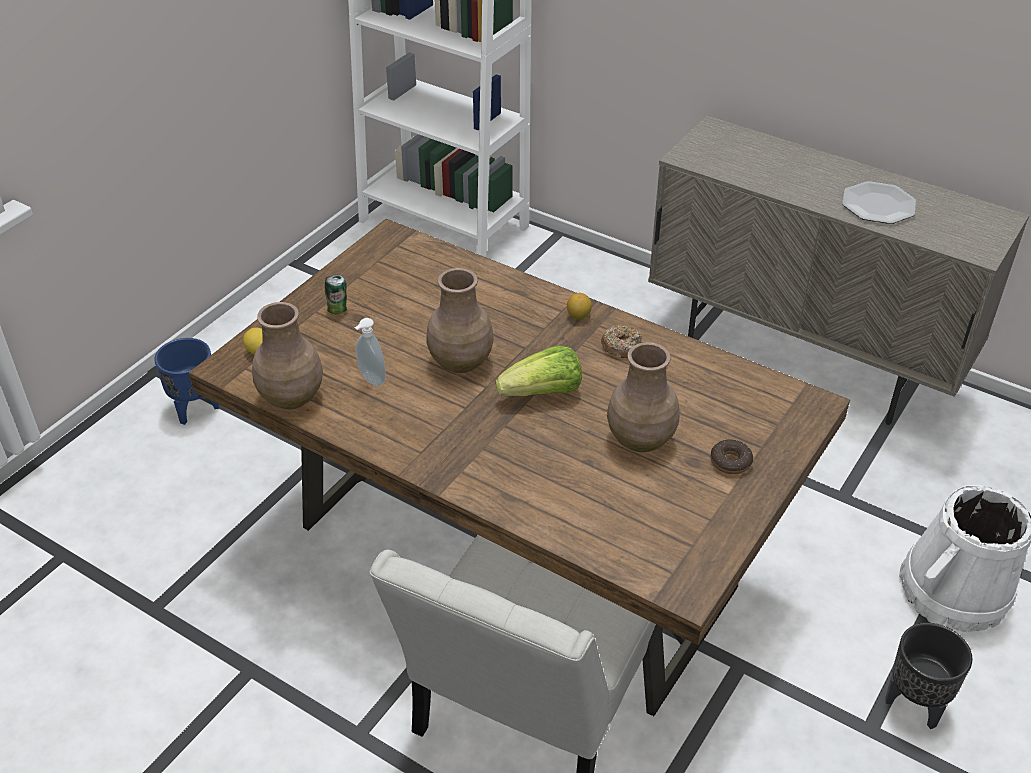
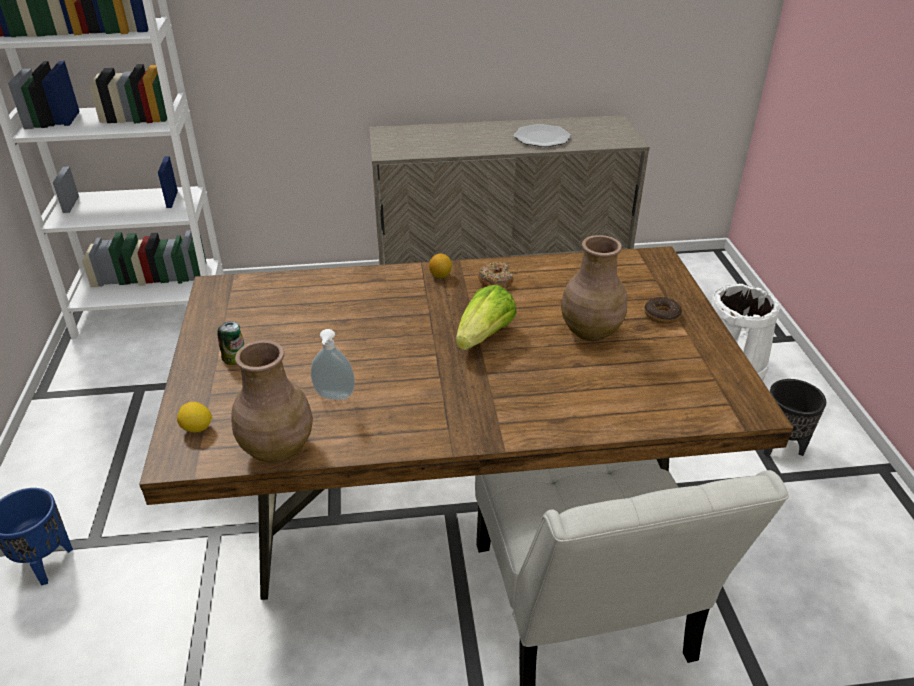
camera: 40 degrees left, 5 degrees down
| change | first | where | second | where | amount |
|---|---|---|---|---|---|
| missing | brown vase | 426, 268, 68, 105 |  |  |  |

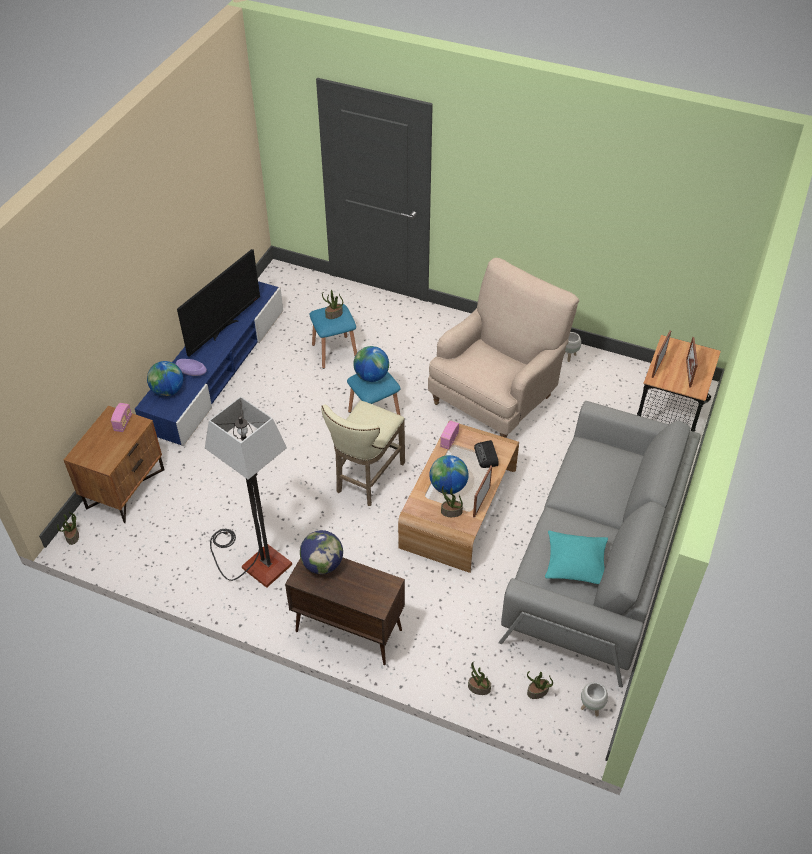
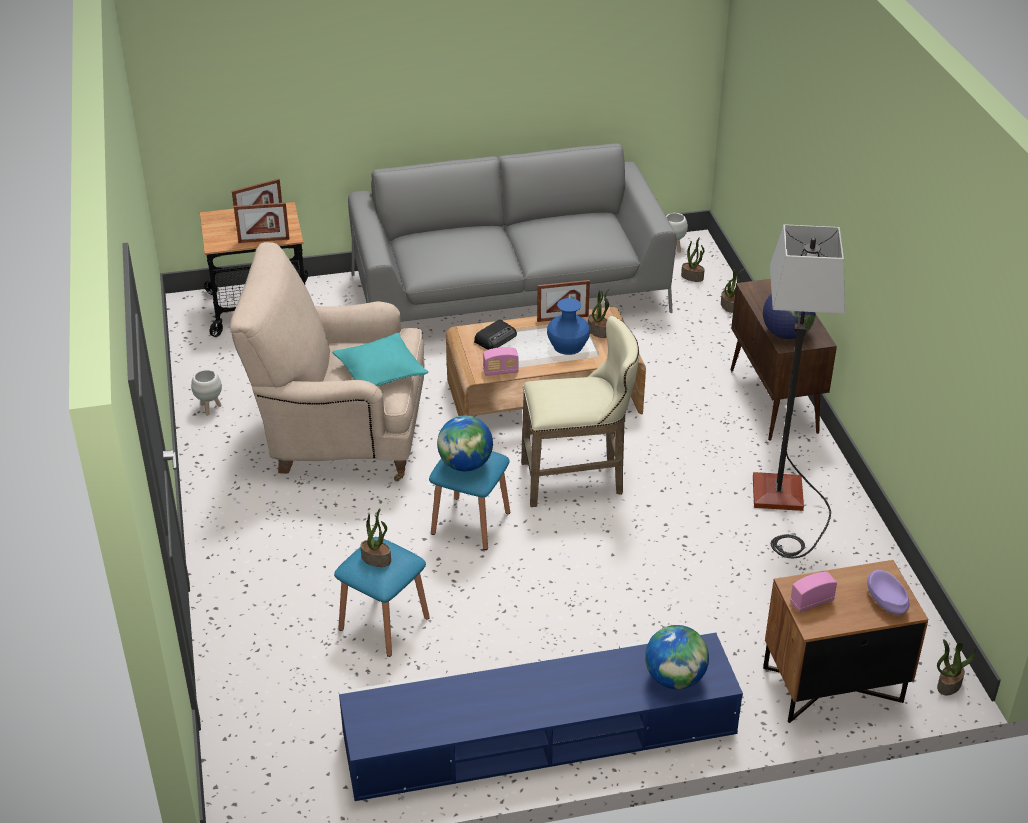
camera: 125 degrees left, 10 degrees down
| change | first | where | second | where | amount |
|---|---|---|---|---|---|
| missing | television | 177, 249, 83, 108 |  |  |  |
| relocated | purple bowl | 176, 359, 31, 17 |  | 867, 570, 42, 45 |  |
| exchanged | globe | 429, 455, 40, 39 | blue vase | 547, 298, 43, 57 |  |
| relocated | turquoise pillow | 545, 531, 63, 53 |  | 332, 333, 96, 53 |  |

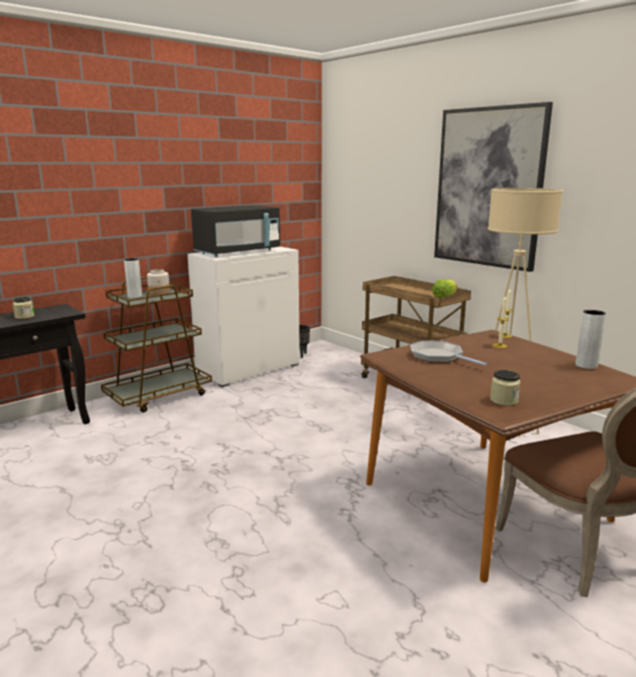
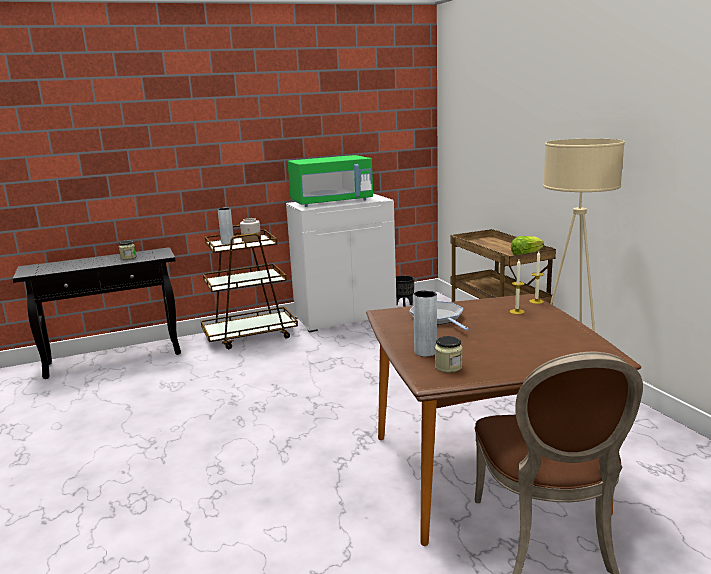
camera: 20 degrees right, 0 degrees up
| change | first | where | second | where | amount |
|---|---|---|---|---|---|
| missing | picture | 434, 102, 119, 170 |  |  |  |
| colour | black microwave | 191, 205, 89, 52 | green microwave | 288, 155, 85, 52 |  |
| relocated | grey vase | 576, 310, 30, 59 |  | 413, 290, 24, 67 |  |

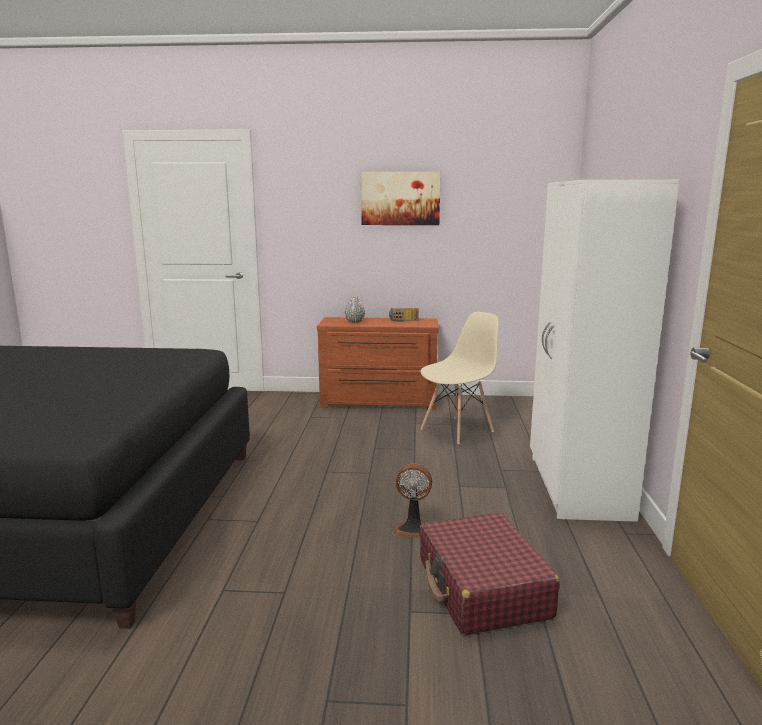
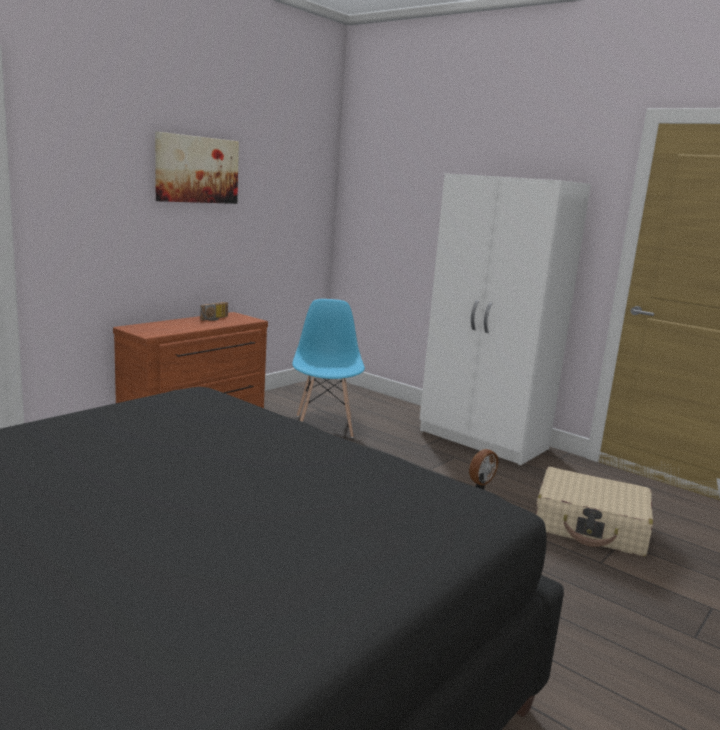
camera: 55 degrees left, 0 degrees up
| change | first | where | second | where | amount |
|---|---|---|---|---|---|
| missing | grey vase | 345, 296, 20, 27 |  |  |  |
| colour | beige chair | 421, 312, 78, 132 | blue chair | 292, 299, 73, 139 |  |
| colour | red suitcase | 419, 513, 141, 122 | beige suitcase | 536, 467, 117, 90 |  |

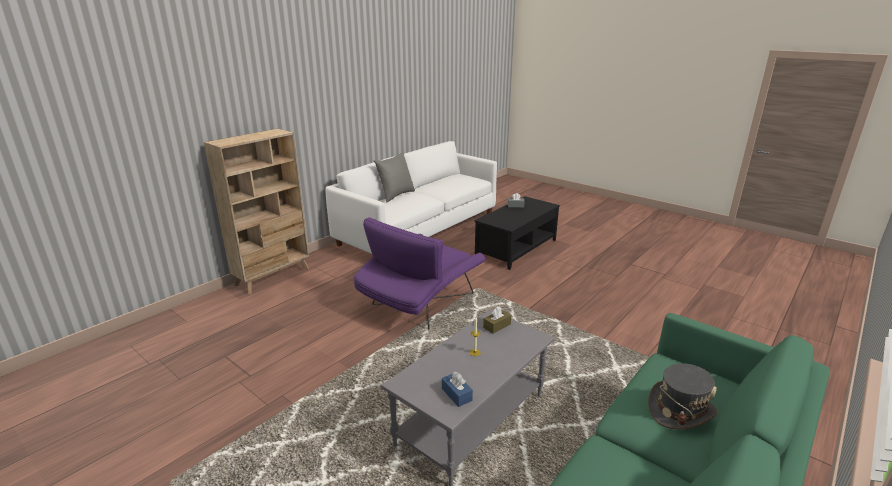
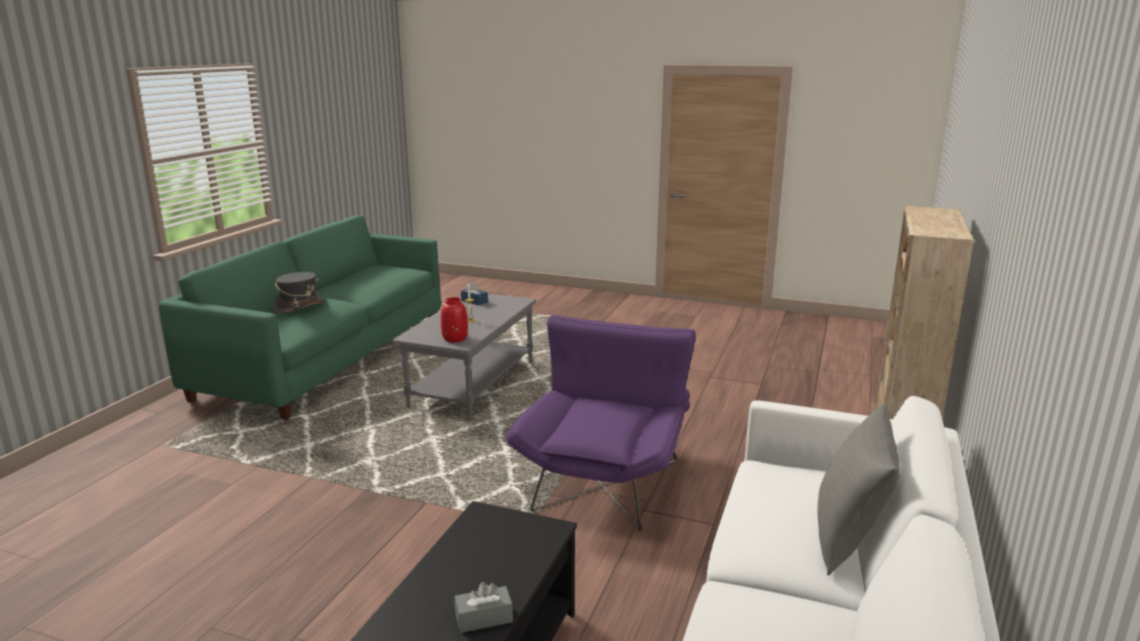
camera: 160 degrees right, 5 degrees down
| change | first | where | second | where | amount |
|---|---|---|---|---|---|
| exchanged | brown tissue box | 483, 307, 28, 27 | red vase | 441, 297, 27, 45 |  |

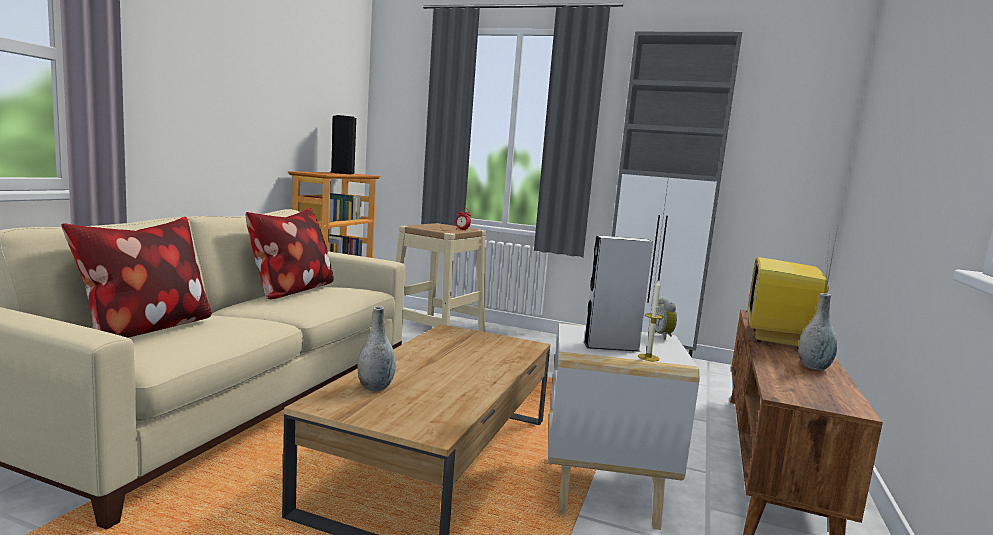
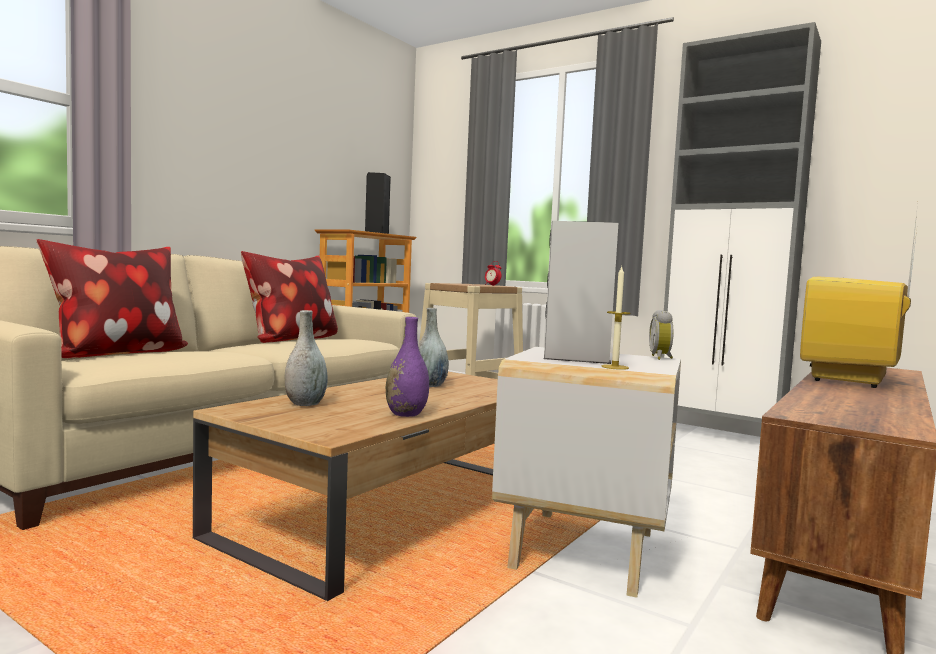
camera: 15 degrees right, 5 degrees down
| change | first | where | second | where | amount |
|---|---|---|---|---|---|
| relocated | grey vase | 798, 293, 39, 77 |  | 418, 308, 31, 79 |  |
| appeared |  |  | purple vase | 386, 317, 43, 100 |  |

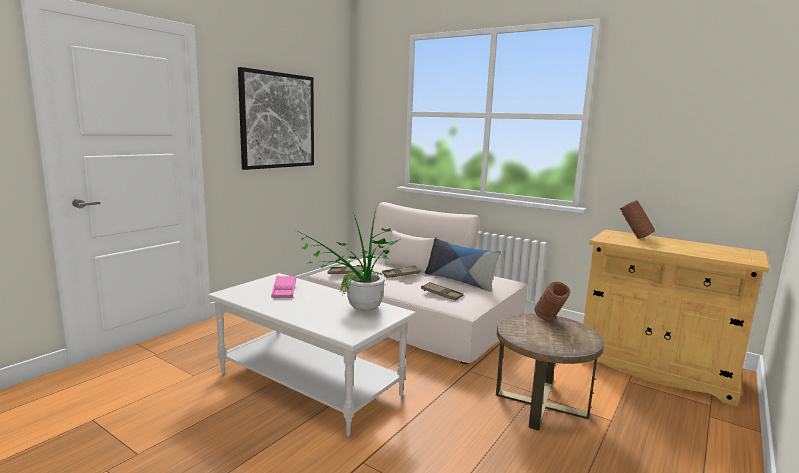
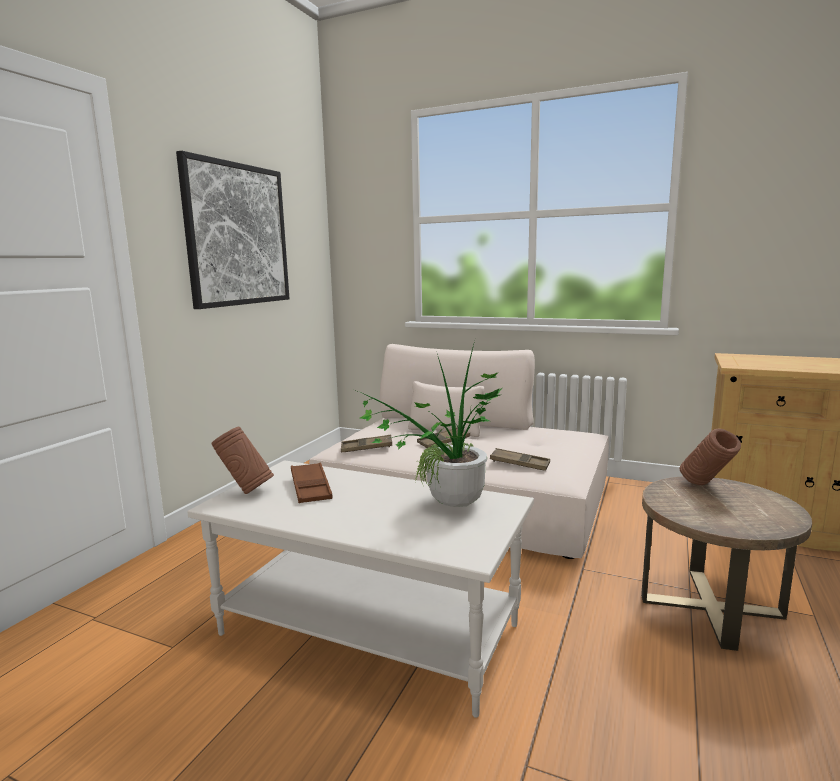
camera: 10 degrees left, 0 degrees up
| change | first | where | second | where | amount |
|---|---|---|---|---|---|
| relocated | brown vase | 620, 200, 35, 39 |  | 211, 427, 63, 67 |  |
| missing | pillow | 425, 238, 76, 54 |  |  |  |
| colour | pink tray | 271, 276, 25, 22 | brown tray | 291, 462, 42, 41 |  |

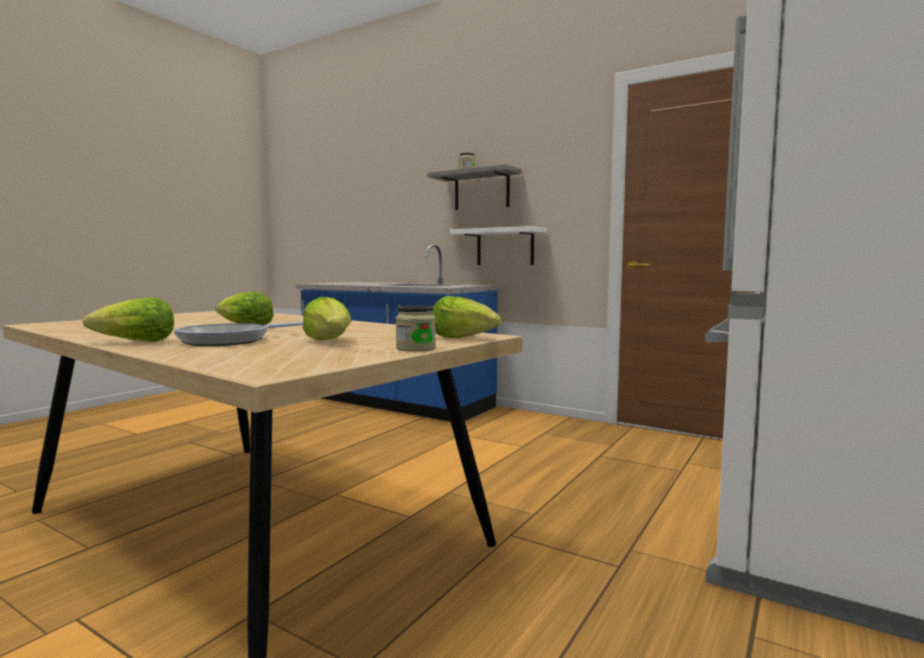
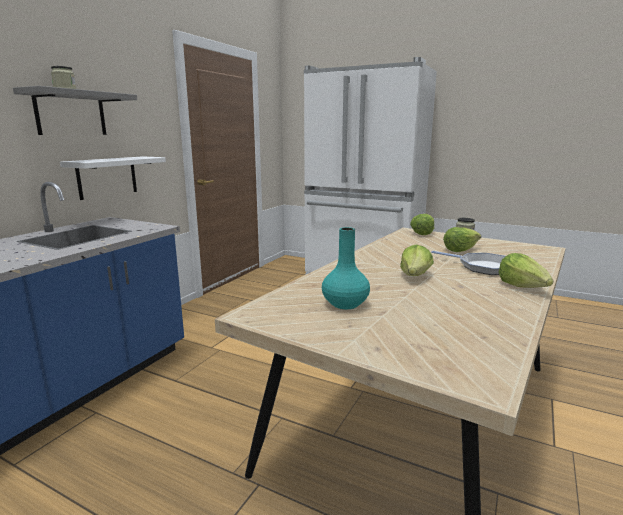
camera: 95 degrees left, 10 degrees up
| change | first | where | second | where | amount |
|---|---|---|---|---|---|
| appeared |  |  | turquoise vase | 322, 227, 48, 82 |  |

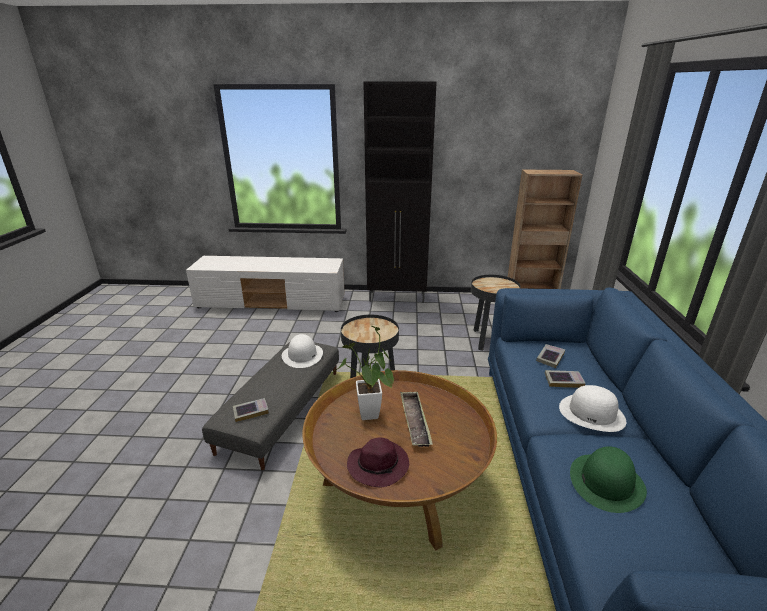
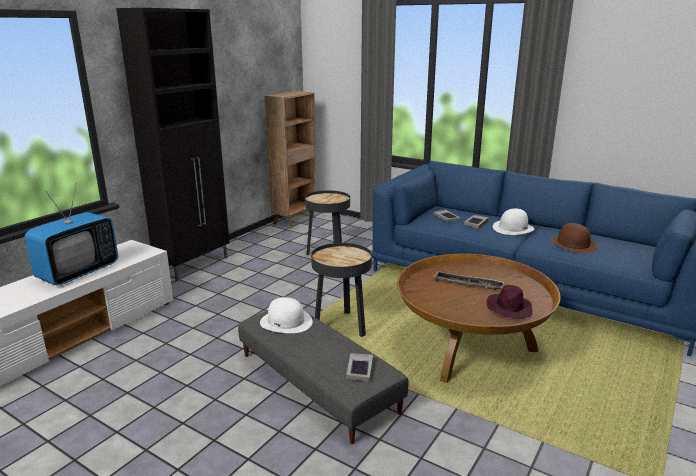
camera: 60 degrees left, 5 degrees down
| change | first | where | second | where | amount |
|---|---|---|---|---|---|
| missing | potted plant | 330, 326, 64, 94 |  |  |  |
| colour | green hat | 570, 446, 77, 67 | brown hat | 550, 223, 47, 30 |  |
| appeared |  |  | television | 25, 183, 93, 103 |  |

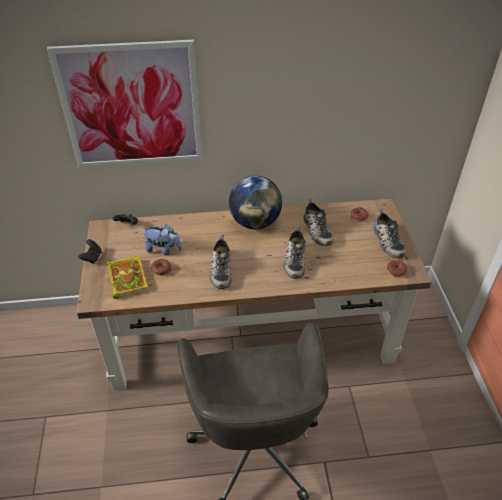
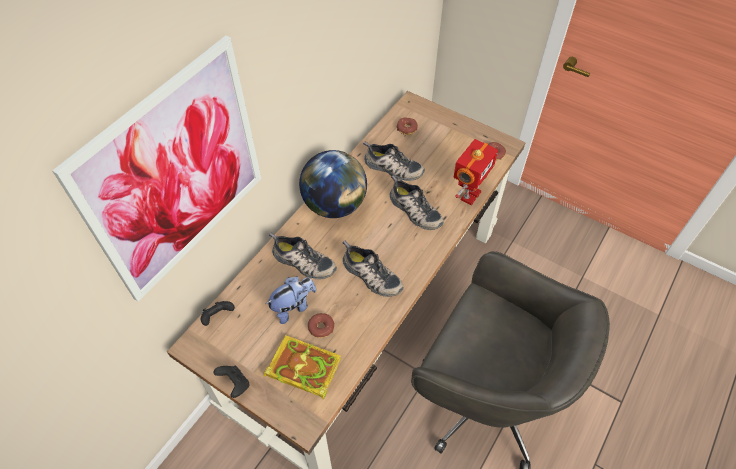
camera: 50 degrees left, 10 degrees up
| change | first | where | second | where | amount |
|---|---|---|---|---|---|
| relocated | shoe | 373, 209, 33, 49 |  | 269, 233, 68, 46 |  |
| appeared |  |  | toy robot | 453, 139, 45, 66 |  |

